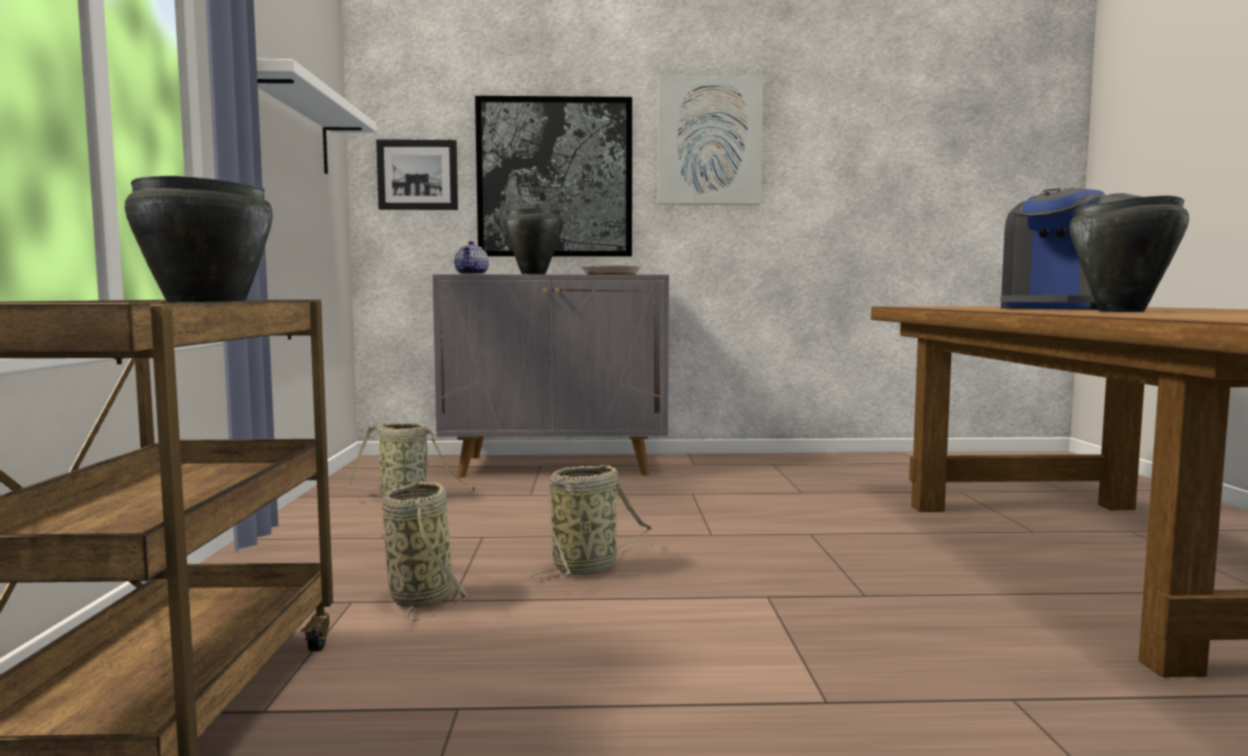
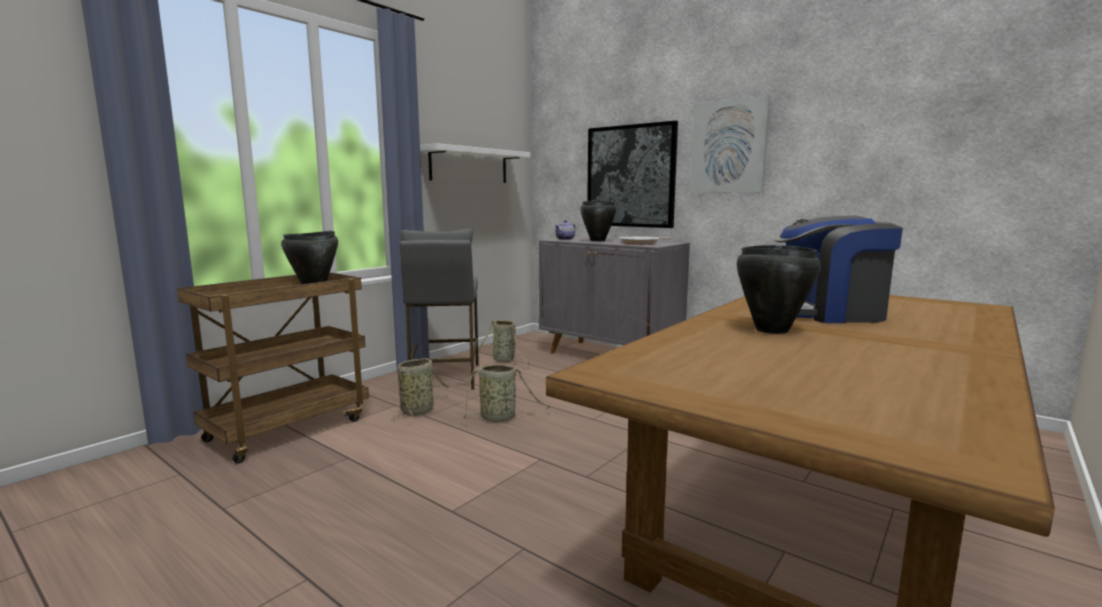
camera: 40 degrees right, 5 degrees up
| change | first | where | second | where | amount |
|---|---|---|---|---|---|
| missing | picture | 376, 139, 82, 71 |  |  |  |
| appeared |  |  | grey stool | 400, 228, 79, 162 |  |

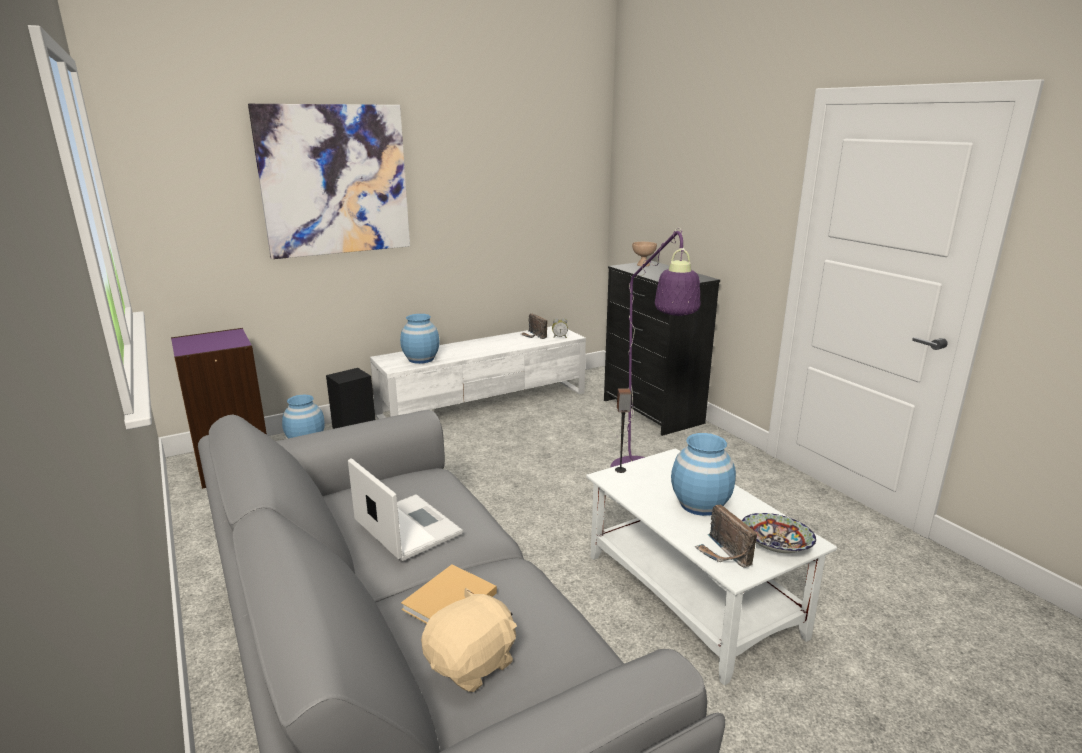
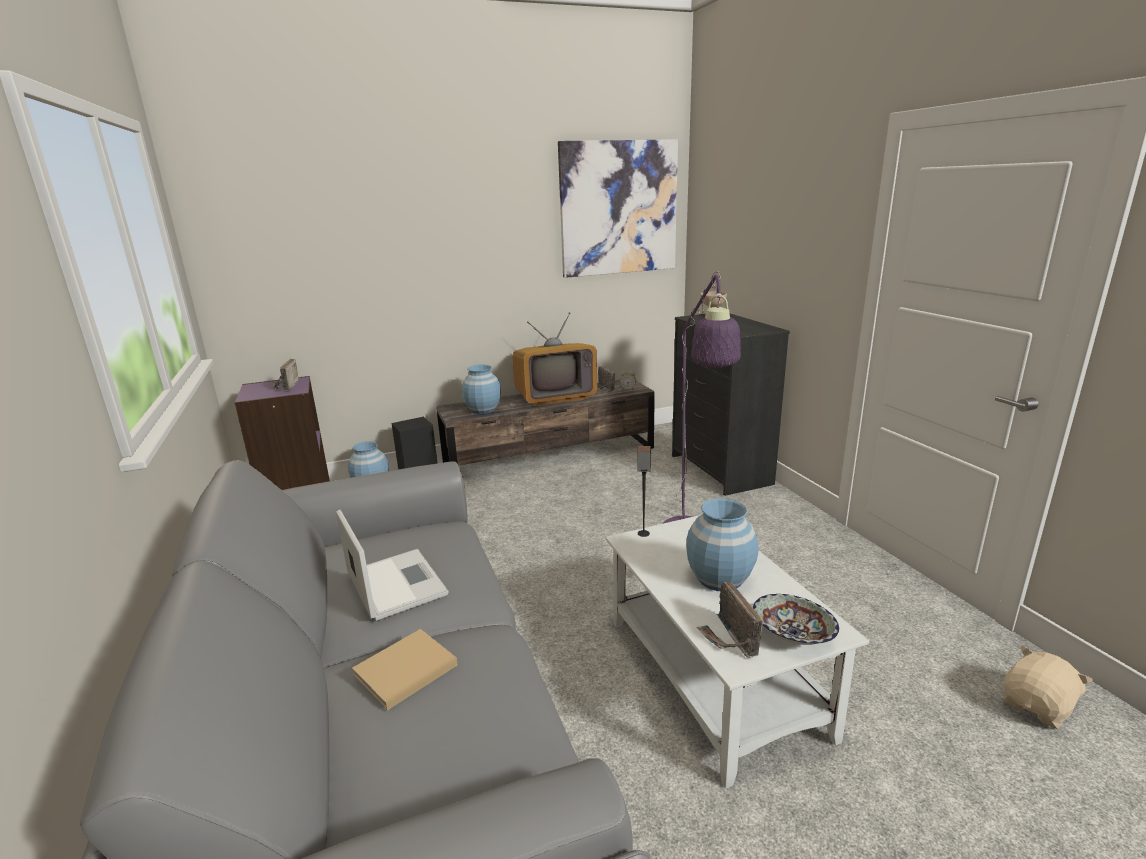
camera: 10 degrees right, 0 degrees up
| change | first | where | second | where | amount |
|---|---|---|---|---|---|
| relocated | picture | 248, 104, 162, 155 |  | 558, 139, 120, 139 |  |
| colour | white tv stand | 370, 326, 216, 93 | brown tv stand | 436, 380, 219, 86 |  |
| relocated | beige plush toy | 421, 588, 96, 104 |  | 1003, 646, 90, 83 |  |
| appeared |  |  | television | 512, 312, 85, 94 |  |
| appeared |  |  | radio | 273, 359, 26, 33 |  |

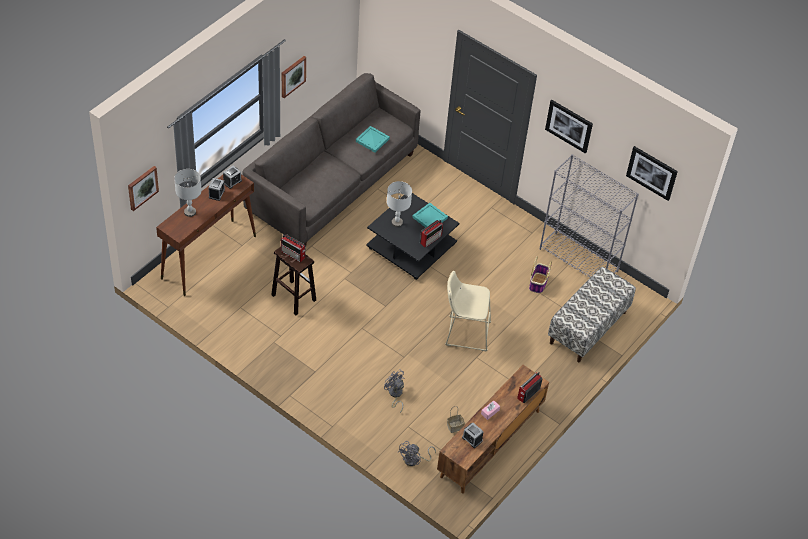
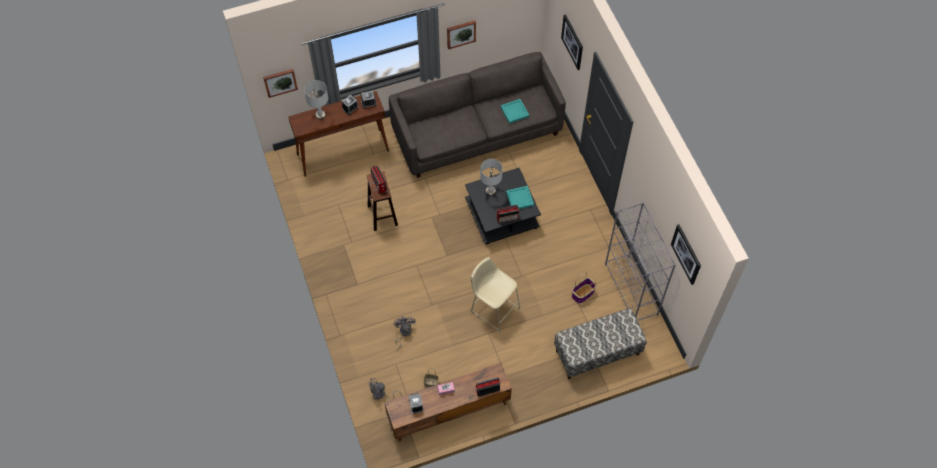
camera: 35 degrees right, 10 degrees up
| change | first | where | second | where | amount |
|---|---|---|---|---|---|
| relocated | picture | 545, 100, 48, 53 |  | 561, 14, 22, 56 |  |

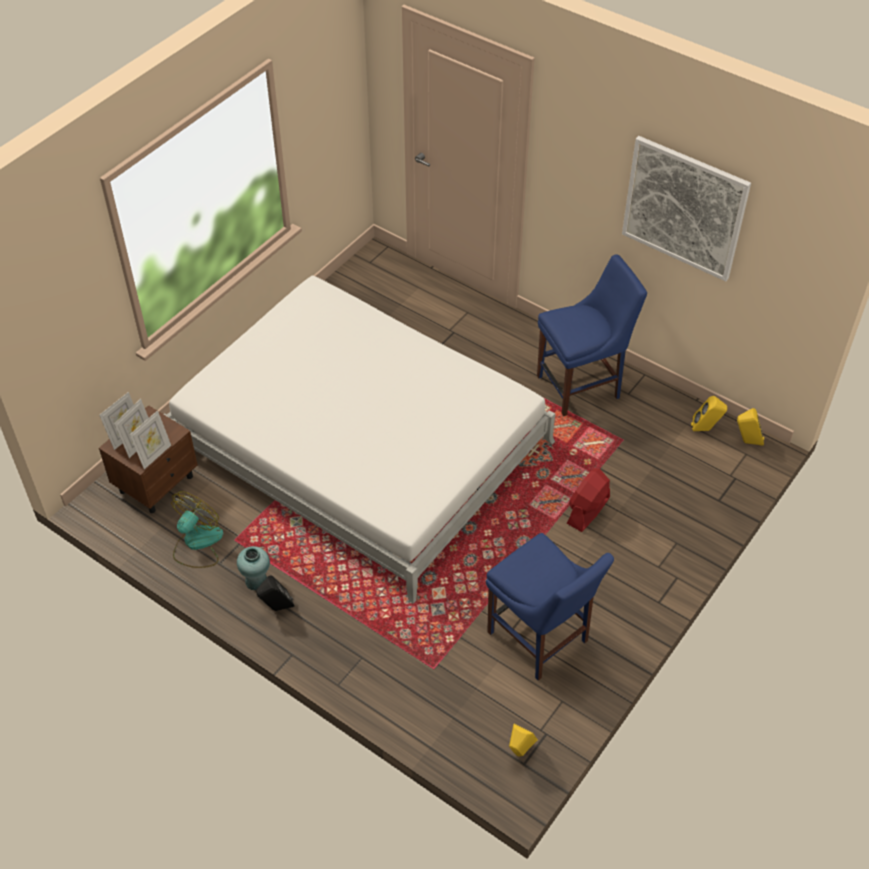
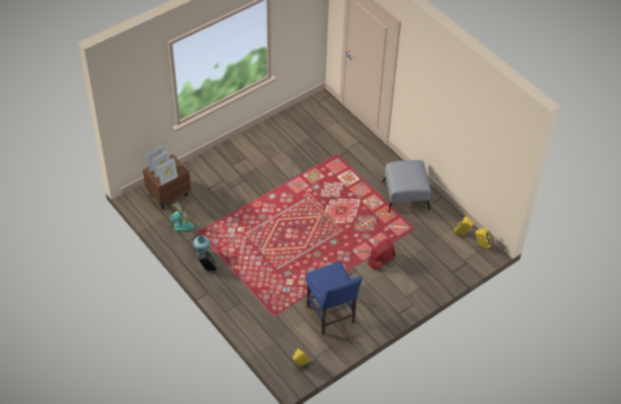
camera: 15 degrees right, 0 degrees up
| change | first | where | second | where | amount |
|---|---|---|---|---|---|
| missing | picture | 622, 136, 129, 145 |  |  |  |
| exchanged | blue chair | 537, 254, 110, 162 | grey ottoman | 382, 160, 49, 53 |  |
| missing | white bed | 164, 276, 391, 328 |  |  |  |

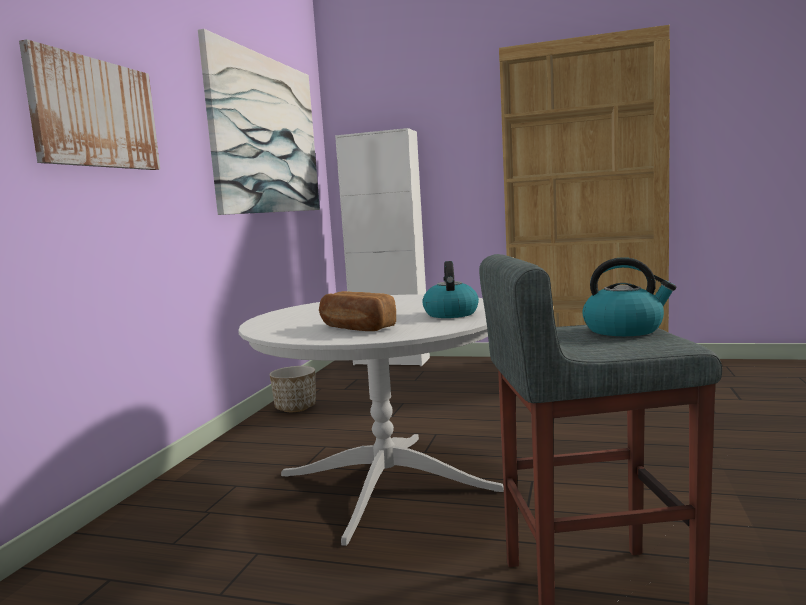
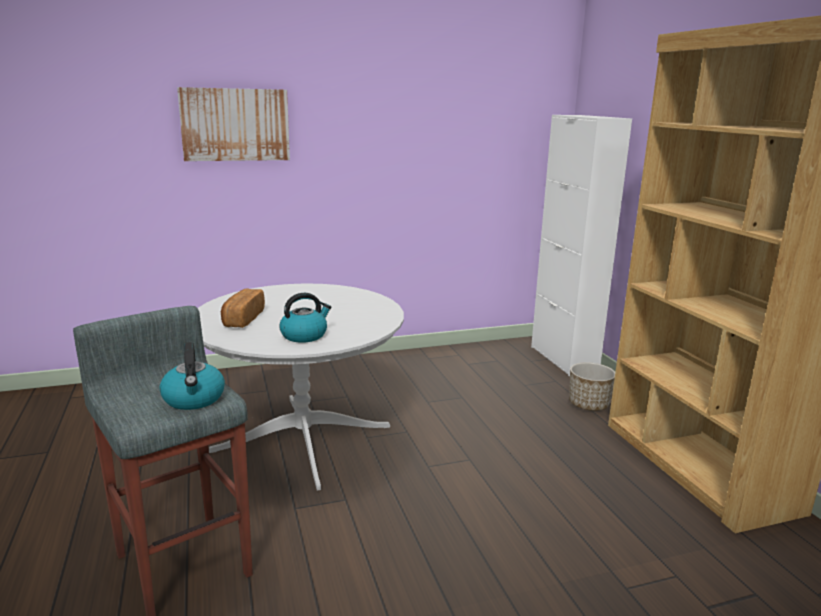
camera: 55 degrees right, 10 degrees up
| change | first | where | second | where | amount |
|---|---|---|---|---|---|
| missing | picture | 198, 29, 122, 186 |  |  |  |
| relocated | planter | 269, 366, 47, 46 |  | 569, 362, 46, 49 |  |

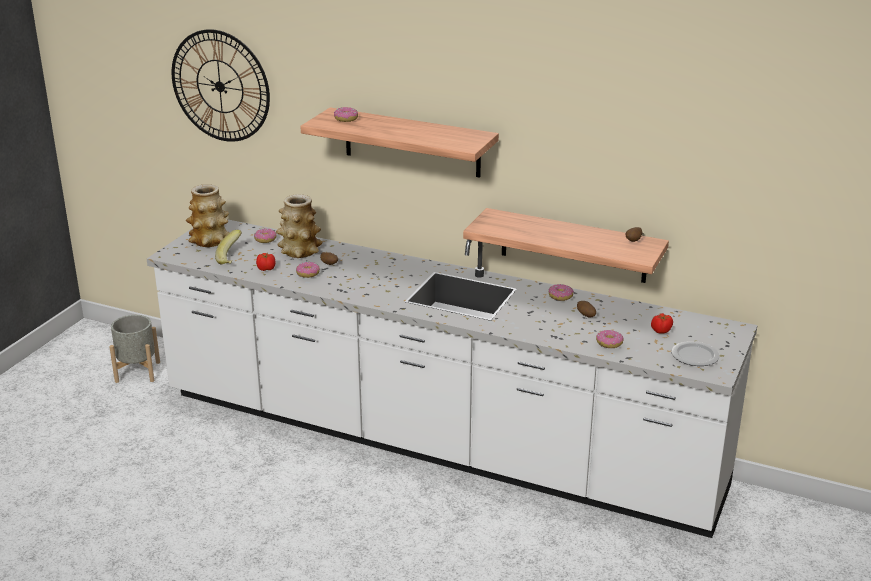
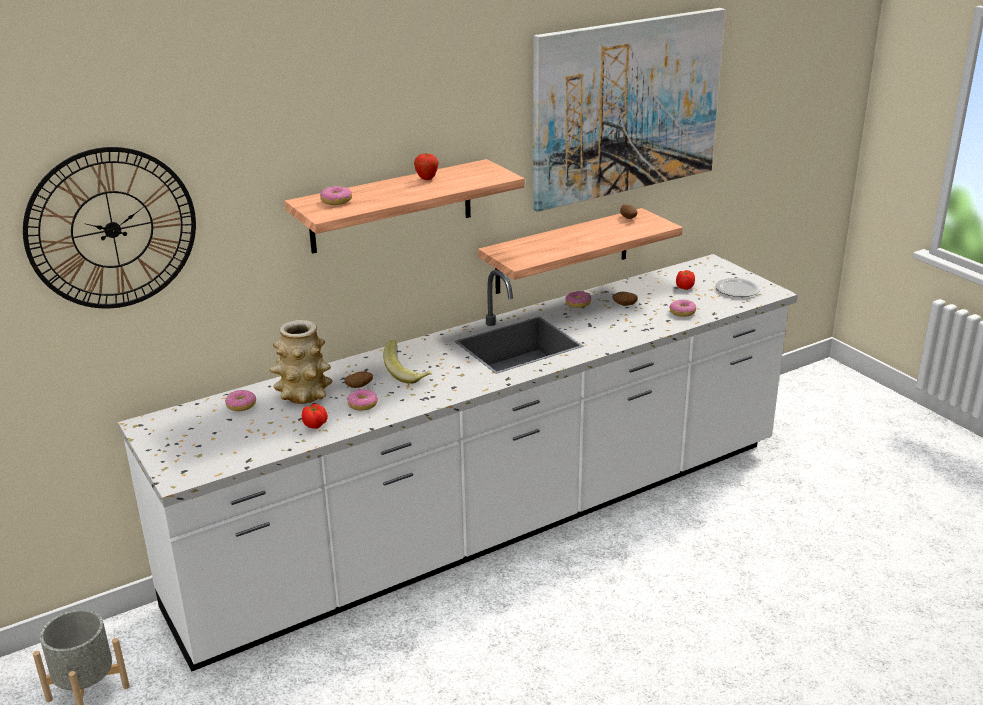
camera: 55 degrees left, 0 degrees up
| change | first | where | second | where | amount |
|---|---|---|---|---|---|
| missing | vase | 186, 184, 44, 63 |  |  |  |
| relocated | banana | 215, 230, 27, 34 |  | 383, 340, 49, 43 |  |
| appeared |  |  | picture | 533, 8, 192, 204 |  |
| appeared |  |  | apple | 414, 154, 25, 26 |  |

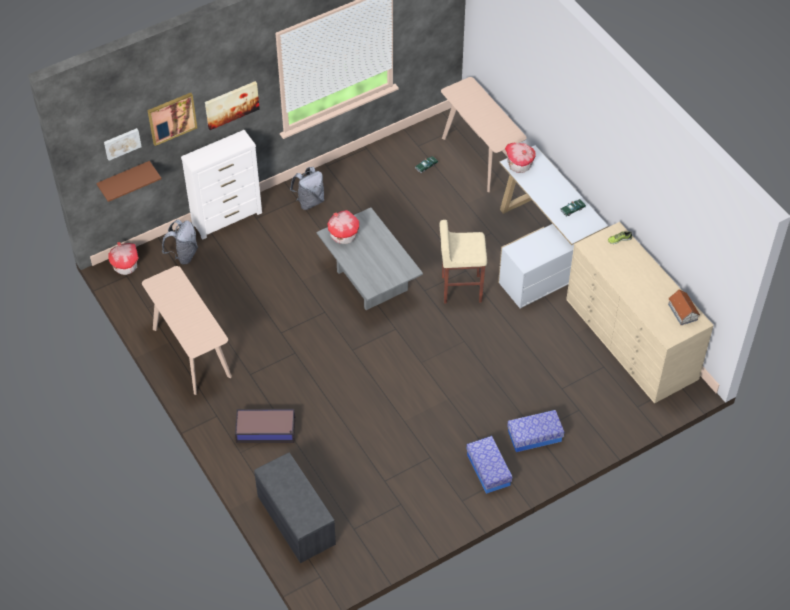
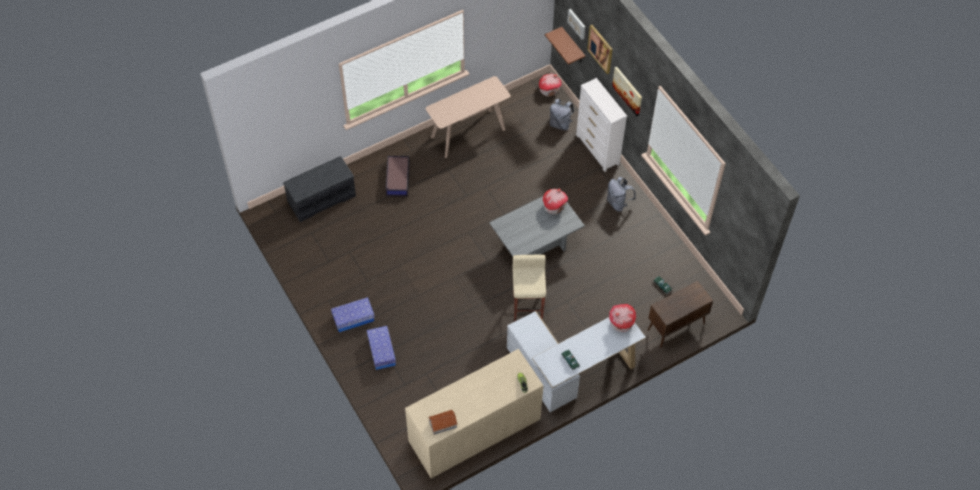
camera: 90 degrees right, 5 degrees up
| change | first | where | second | where | amount |
|---|---|---|---|---|---|
| exchanged | beige console table | 441, 77, 86, 115 | brown cabinet | 648, 281, 65, 67 |  |

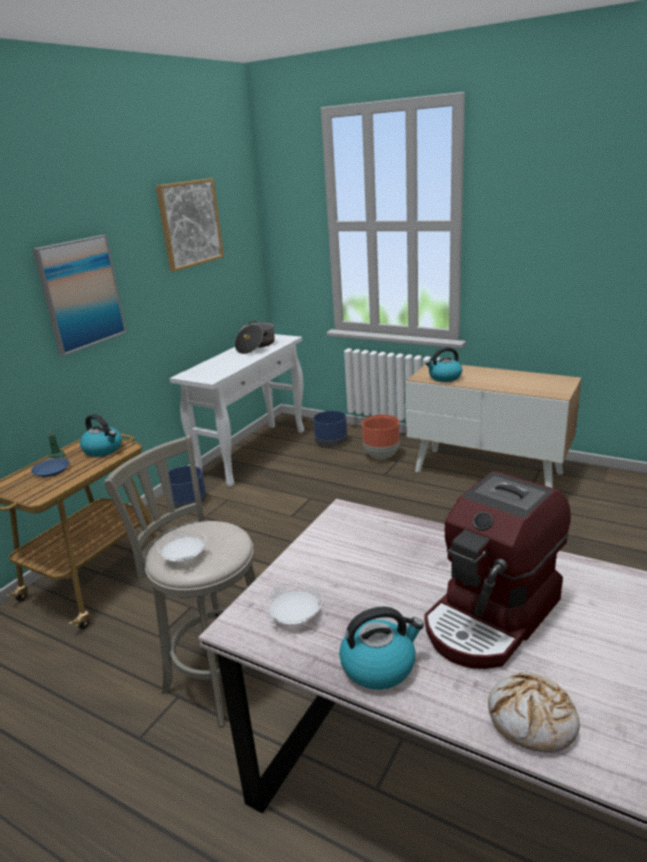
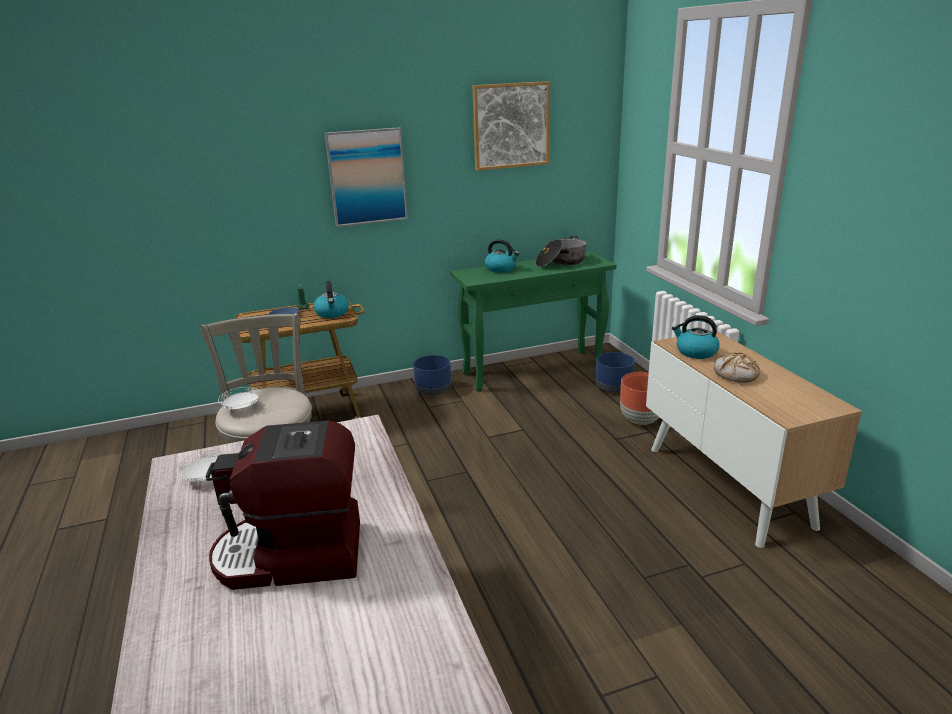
camera: 40 degrees right, 0 degrees up
| change | first | where | second | where | amount |
|---|---|---|---|---|---|
| colour | white console table | 170, 334, 134, 153 | green console table | 450, 252, 167, 140 |  |
| relocated | kettle | 339, 607, 85, 83 |  | 485, 239, 34, 34 |  |
| relocated | bread | 488, 672, 92, 81 |  | 714, 352, 46, 31 |  |

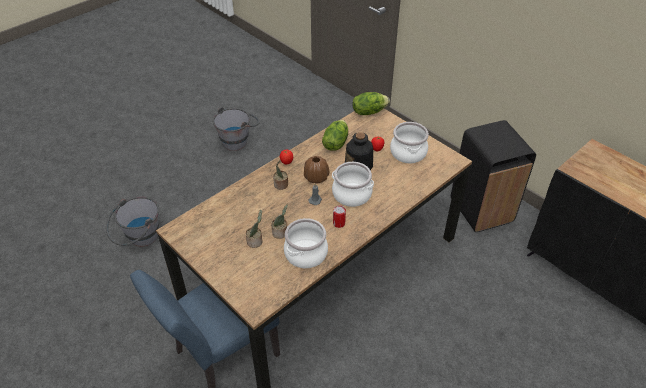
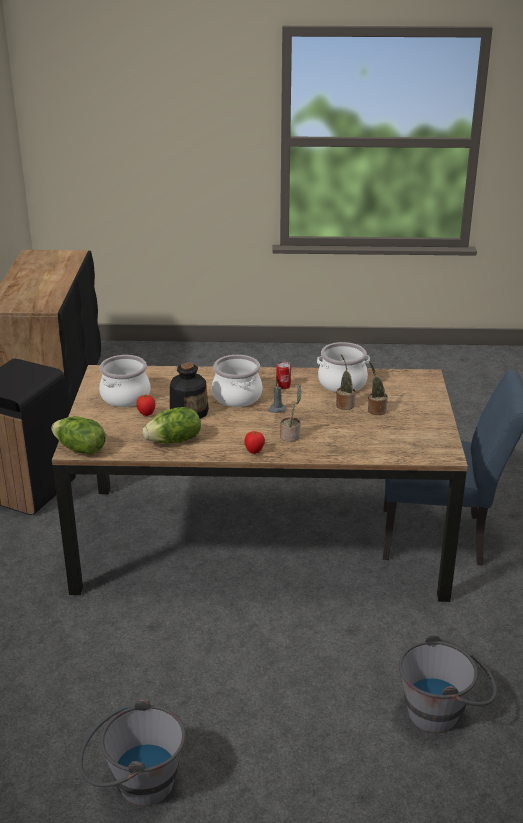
camera: 135 degrees left, 15 degrees down
| change | first | where | second | where | amount |
|---|---|---|---|---|---|
| missing | brown vase | 304, 156, 25, 28 |  |  |  |

